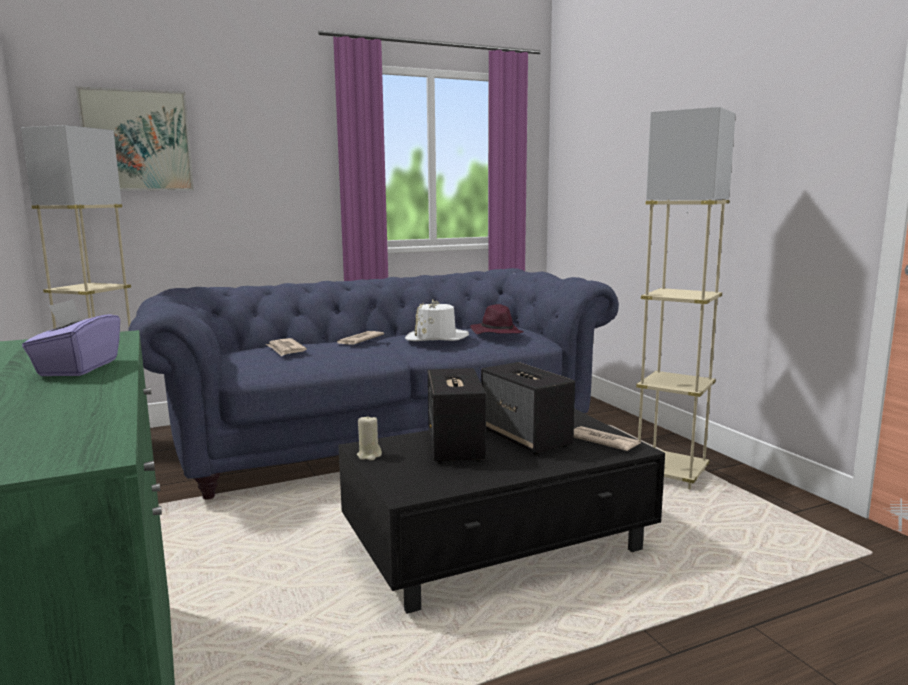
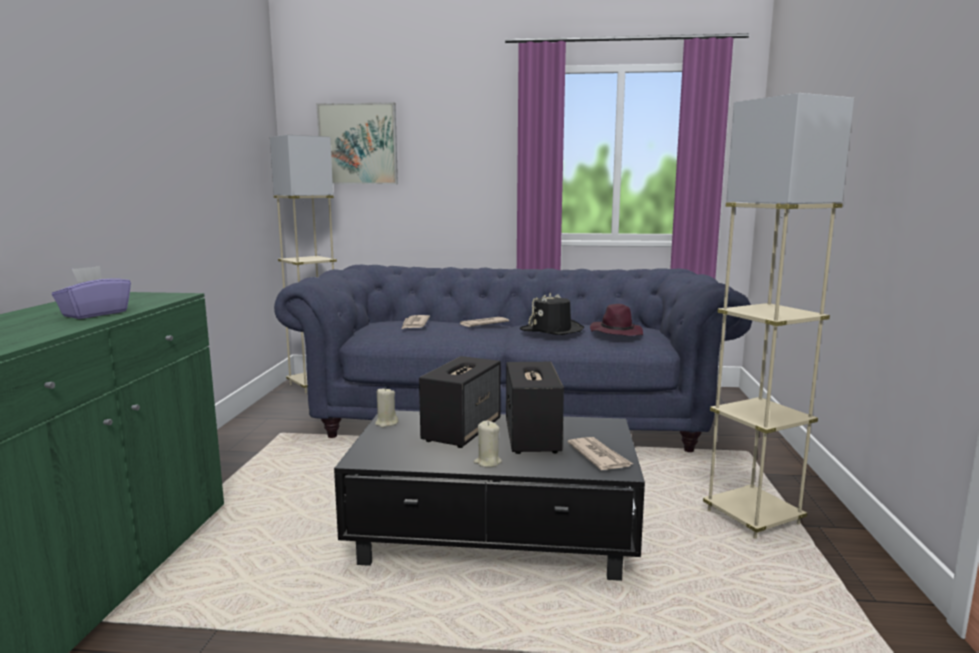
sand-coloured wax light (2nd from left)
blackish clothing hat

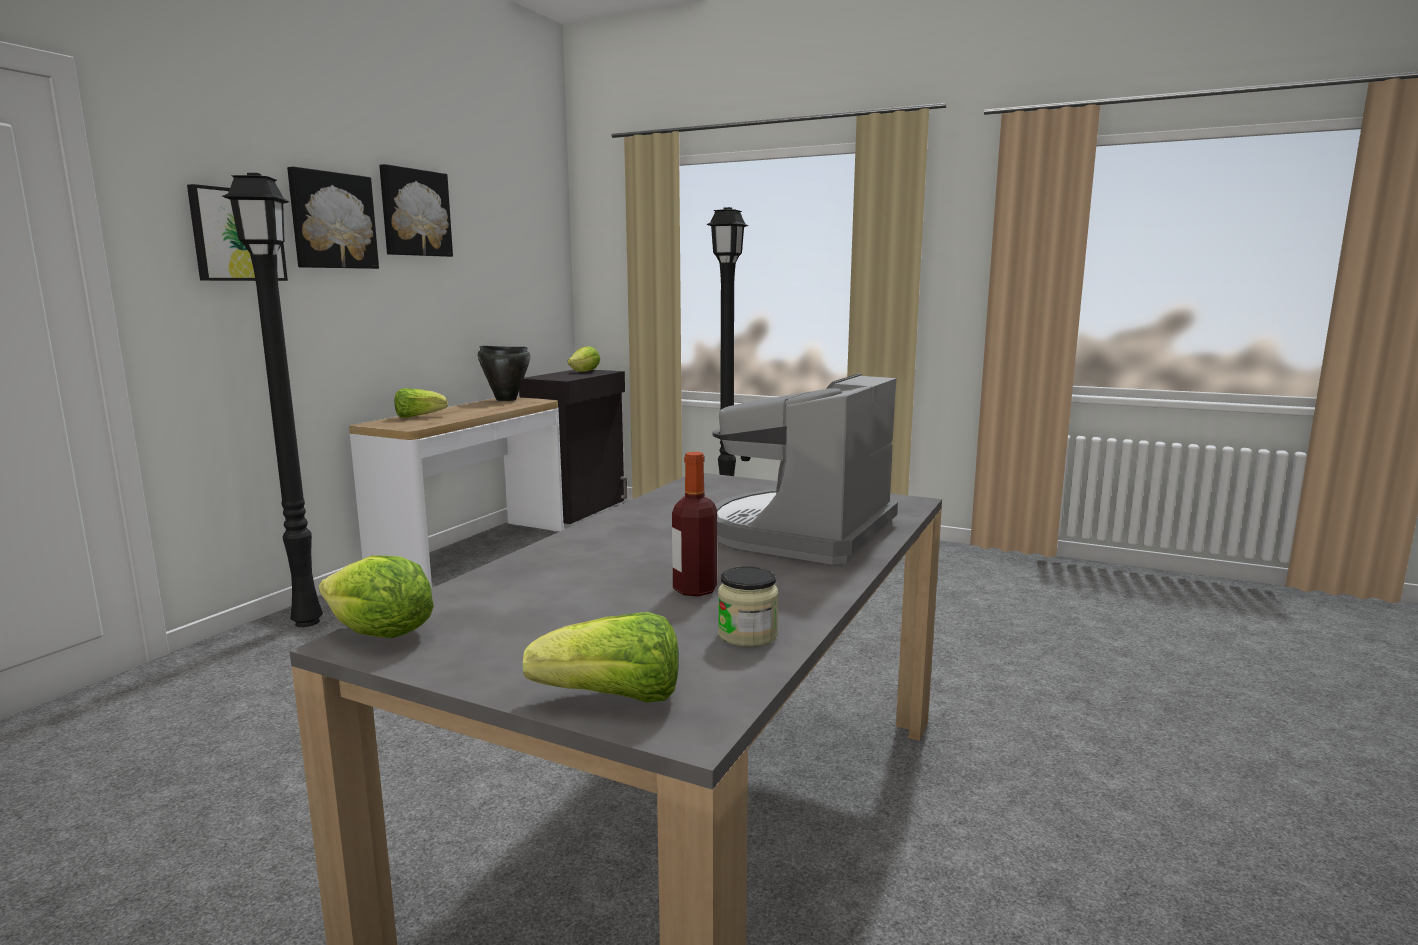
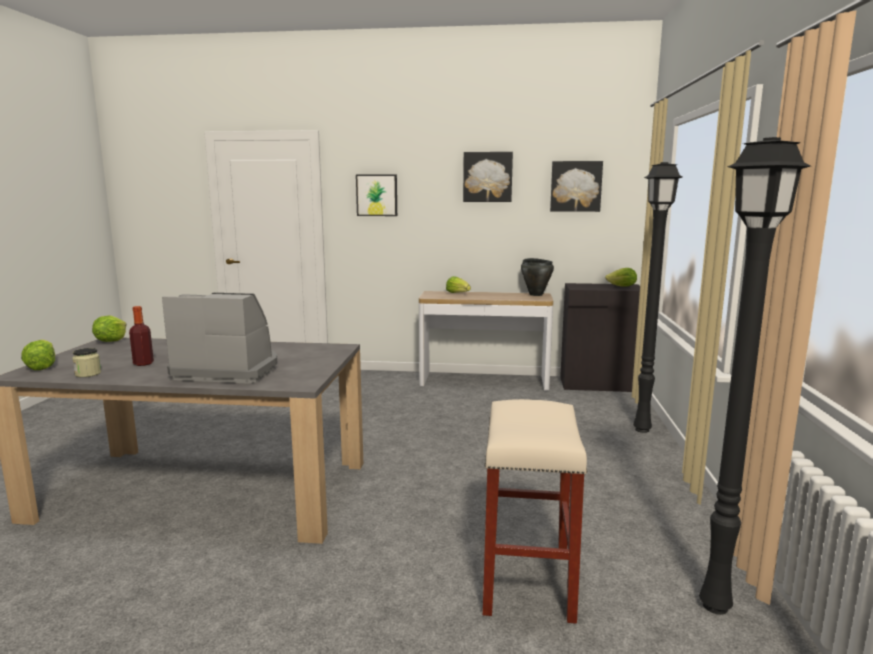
sand-coloured stool
picture (3rd from left)
blackish standard lamp (2nd from left)

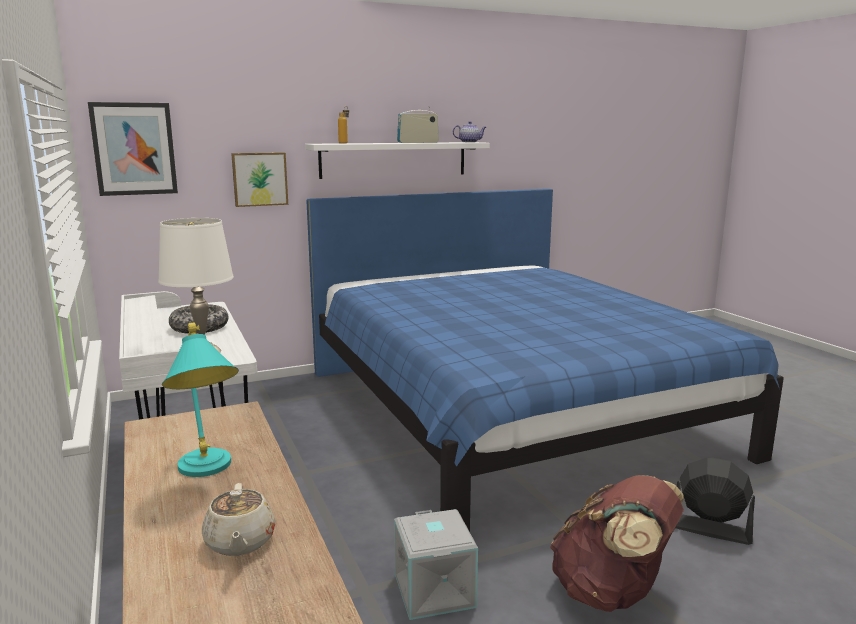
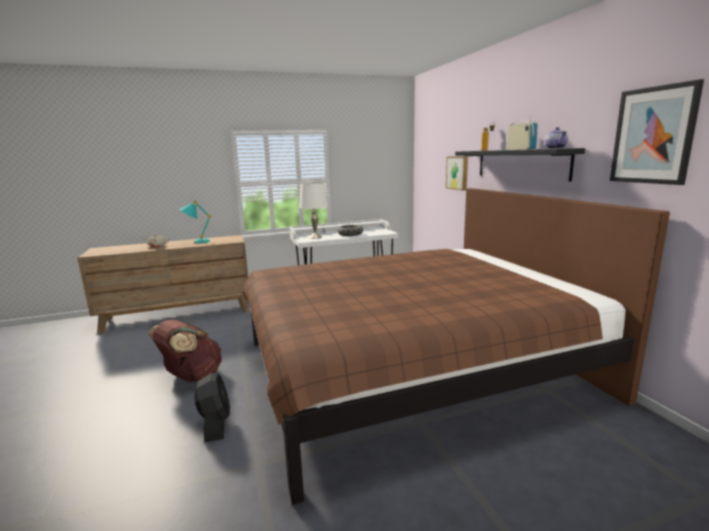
blackish electric fan
brownish sleeping bed
blackish bracket shelf
picture (2nd from left)
gray storage box

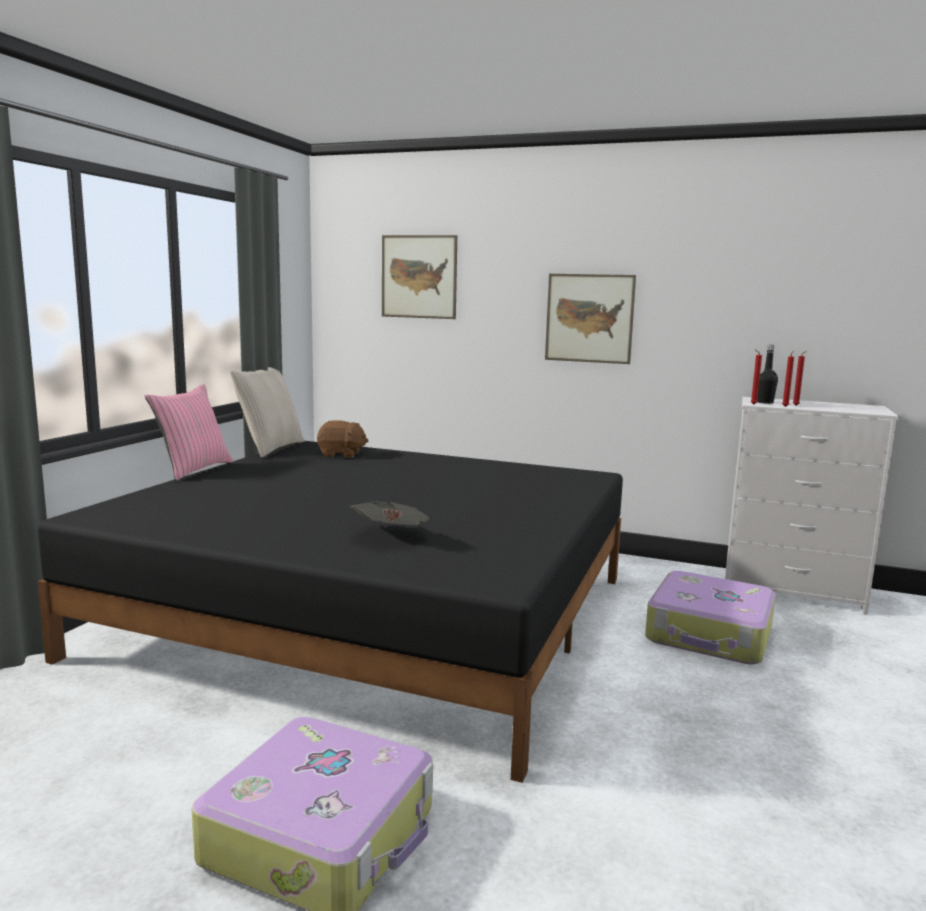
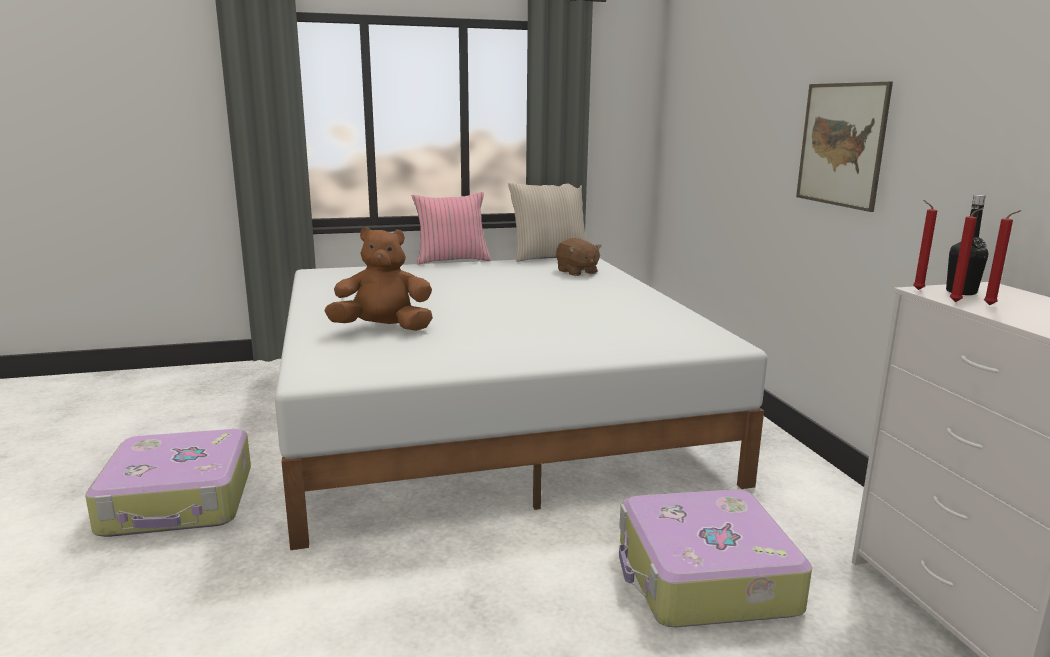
white sleeping bed
brownish soft toy (1st from left)
picture (1st from left in the first image)

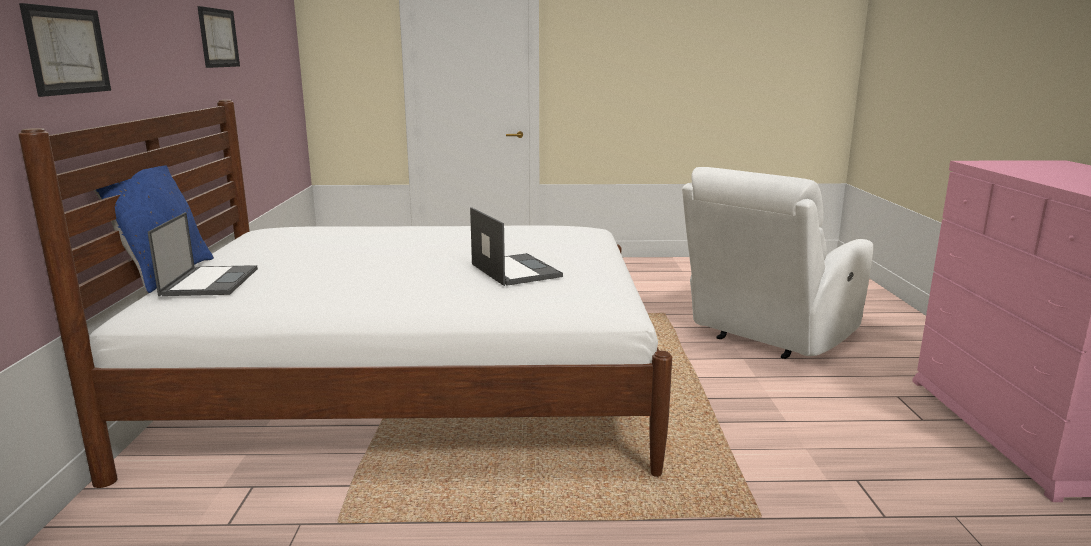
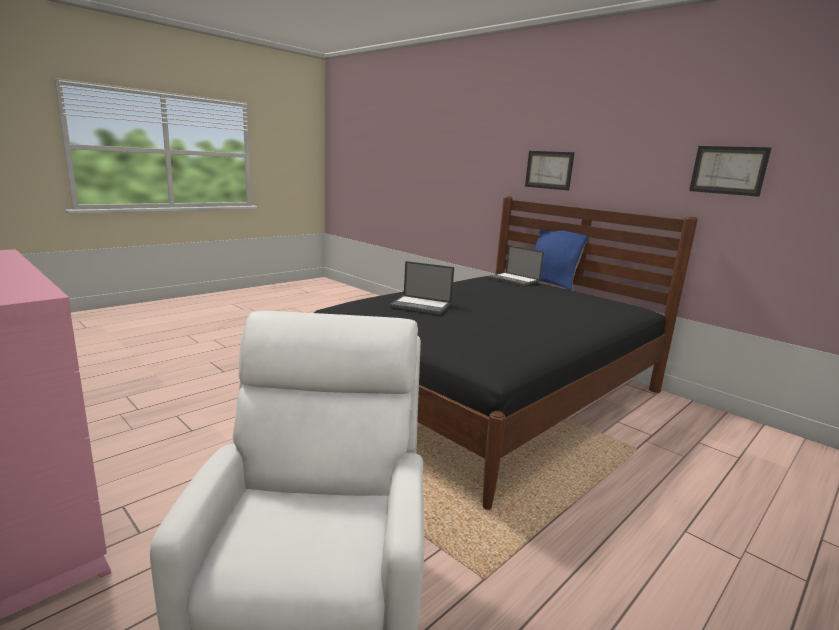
blackish sleeping bed

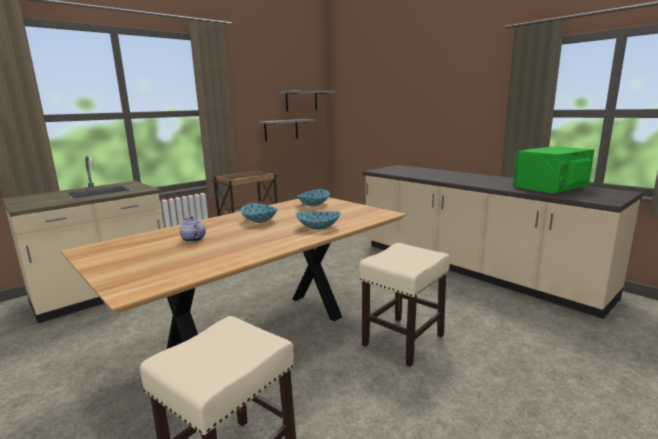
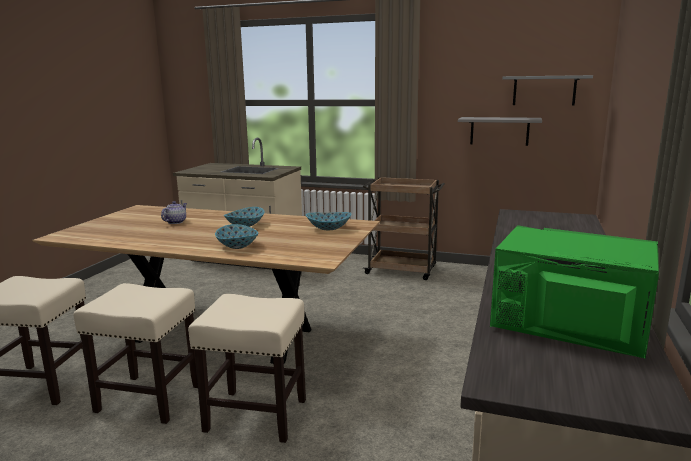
sand-coloured stool (2nd from left)

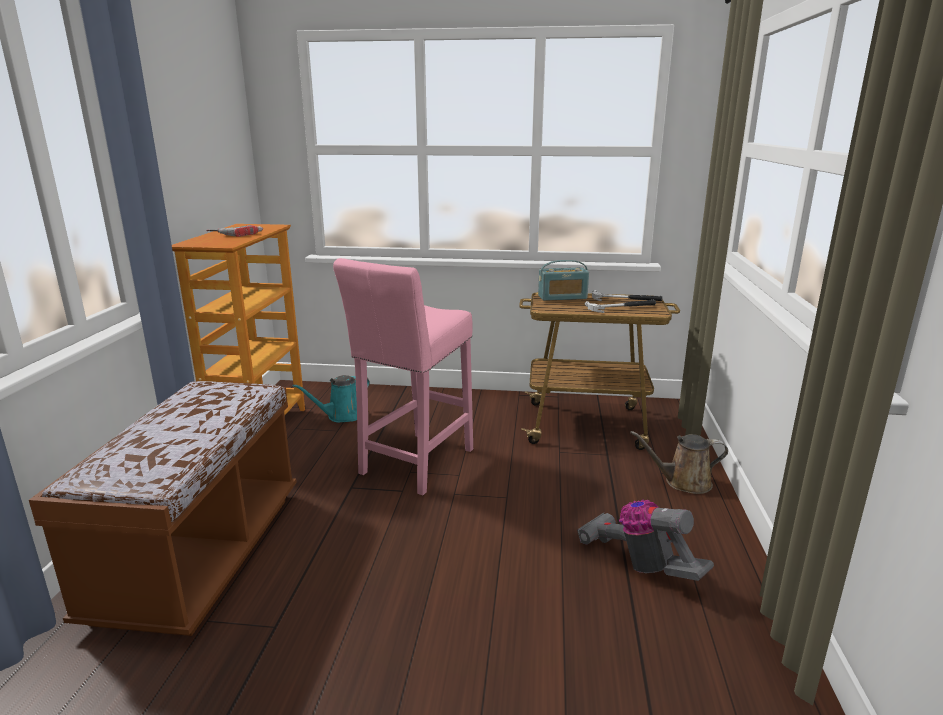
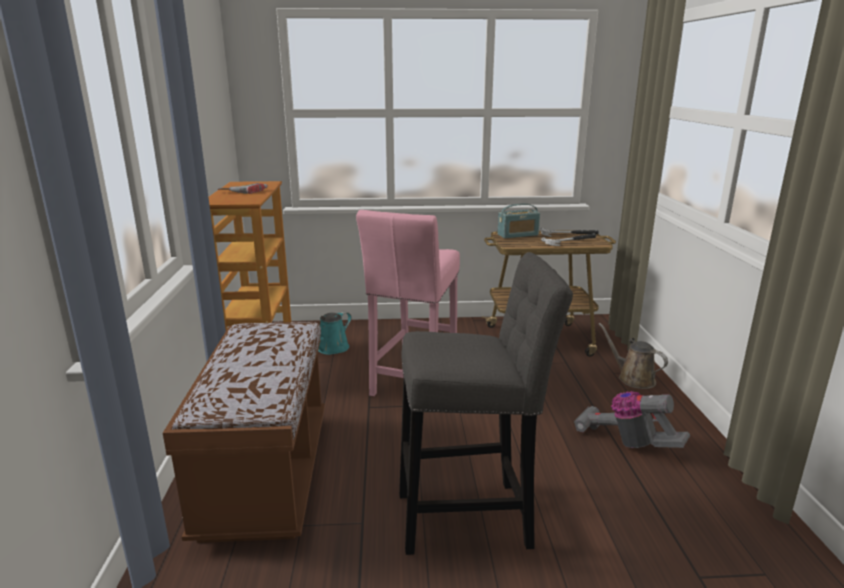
gray stool
brownish watering pot

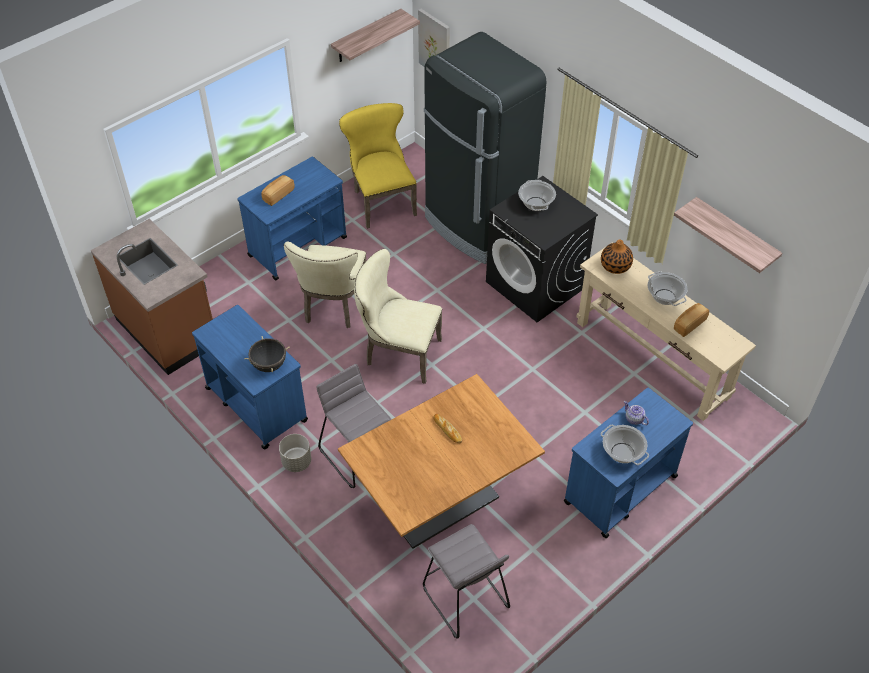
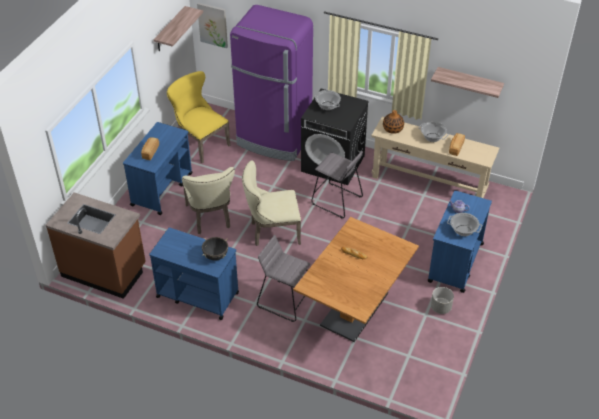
purple fridge
gray stool (2nd from left)
gray planter

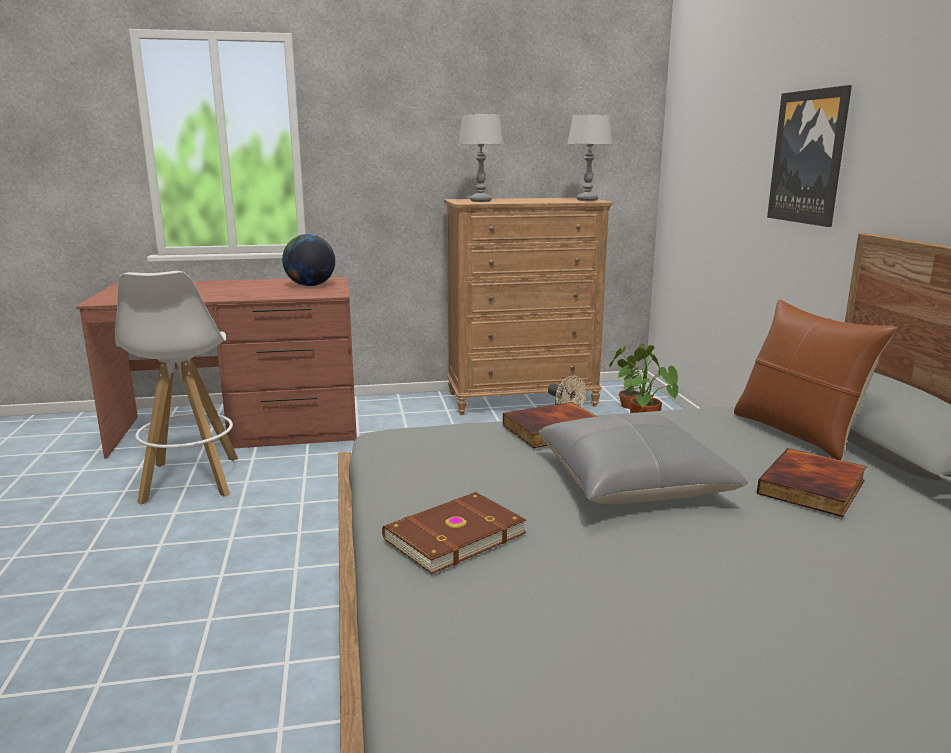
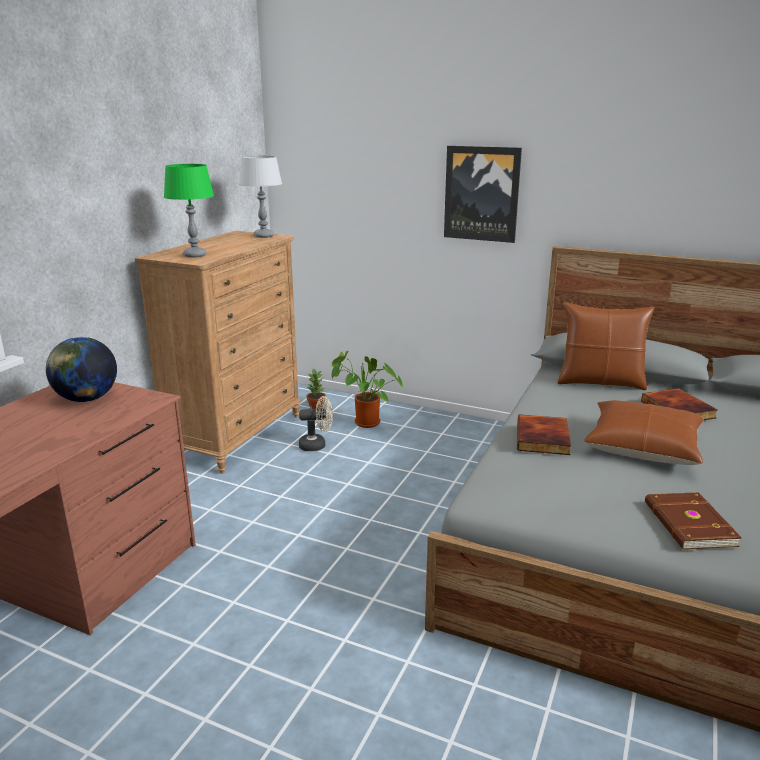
green tabletop lamp
brownish throw pillow (2nd from left)
white stool

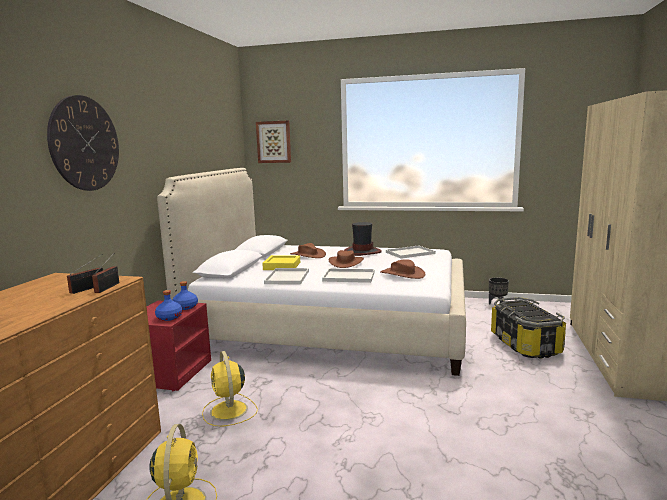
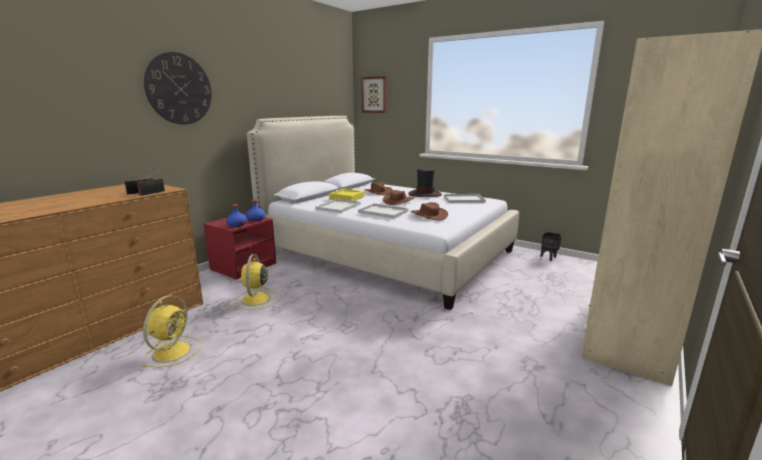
storage box

